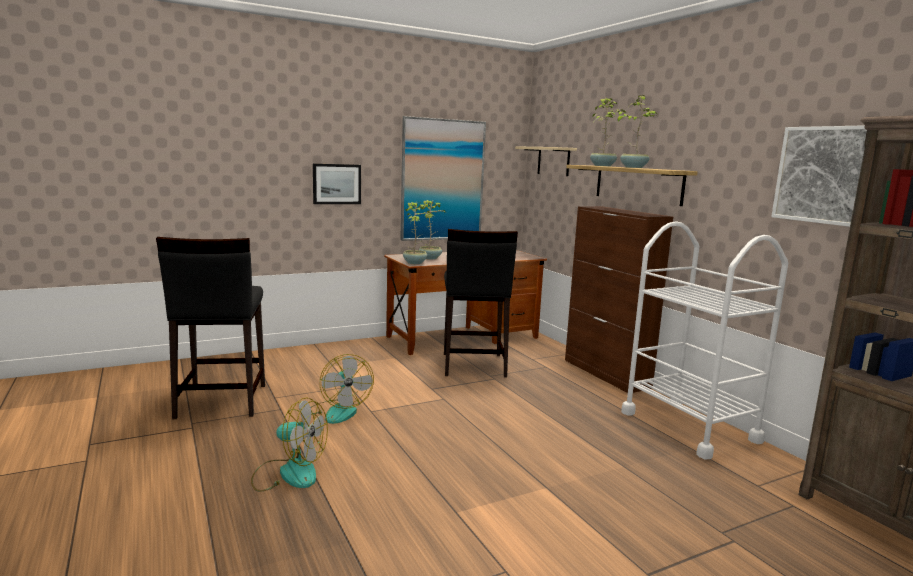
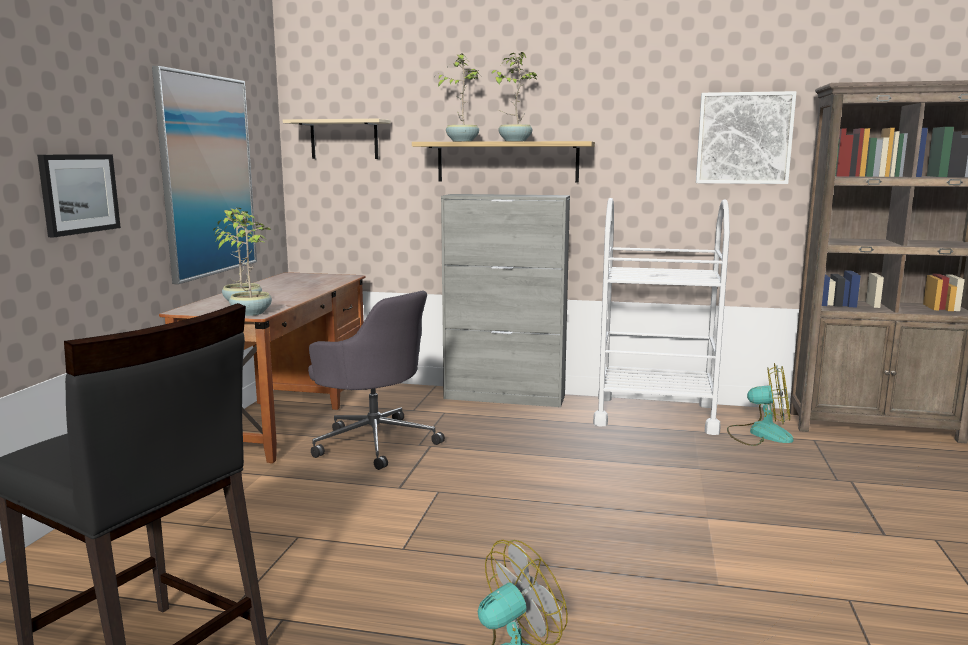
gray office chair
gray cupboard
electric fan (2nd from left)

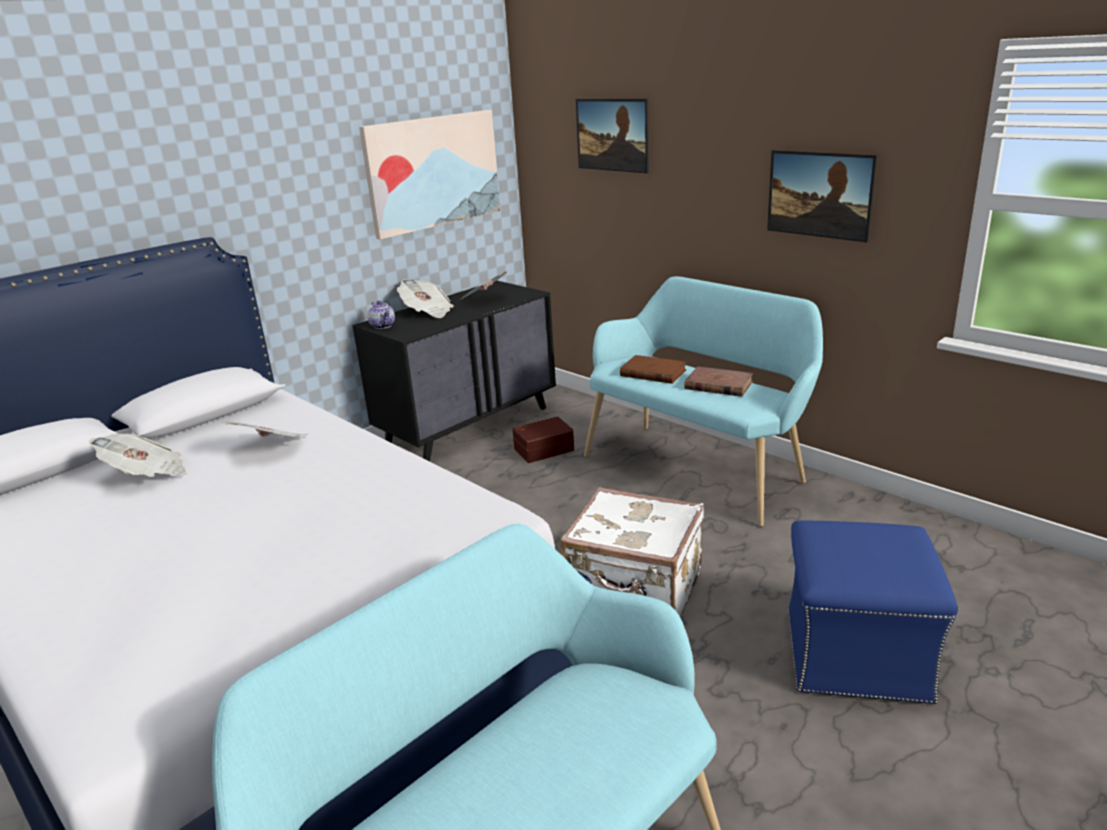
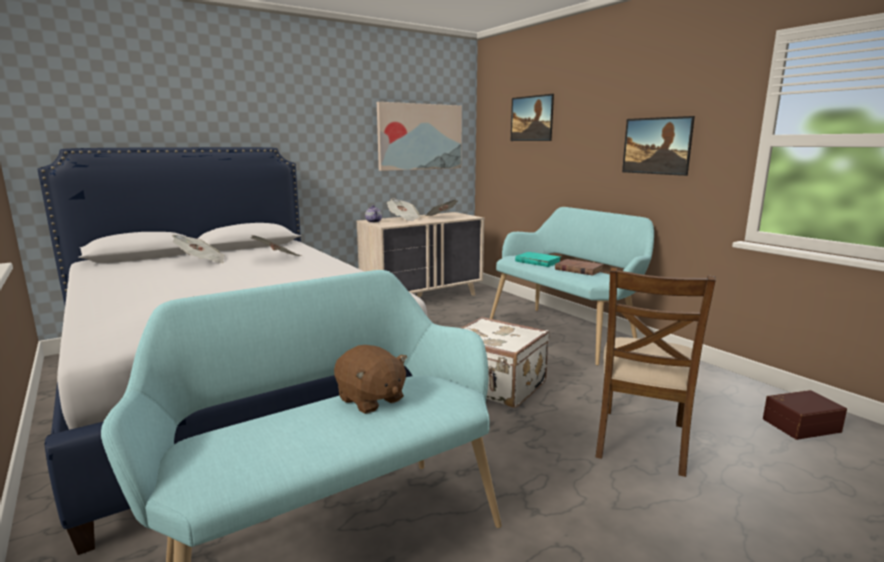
brownish soft toy
sand-coloured dresser
turquoise bound book
brownish plain chair
brownish storage box

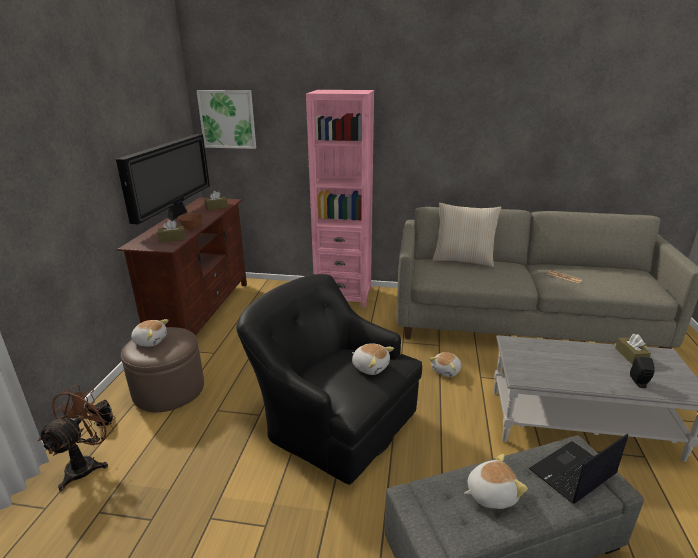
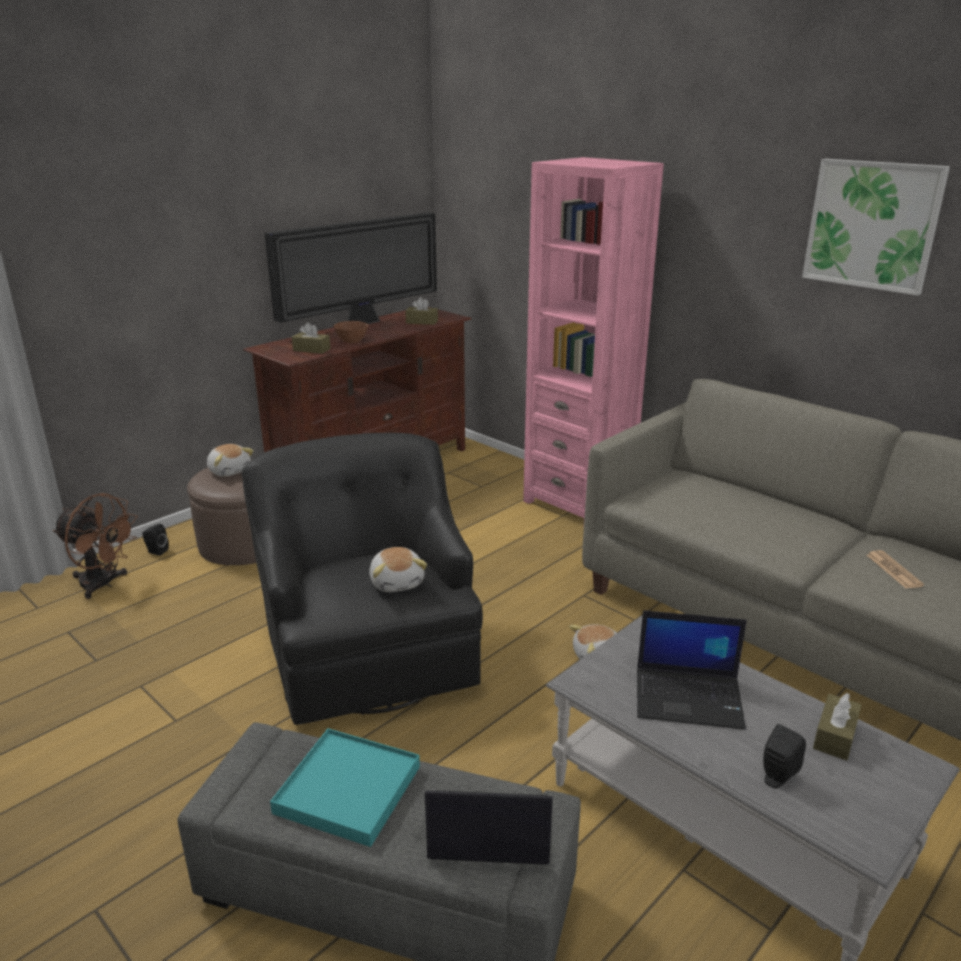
brownish electric fan
turquoise tray
portable computer (2nd from left)
picture
sand-coloured throw pillow

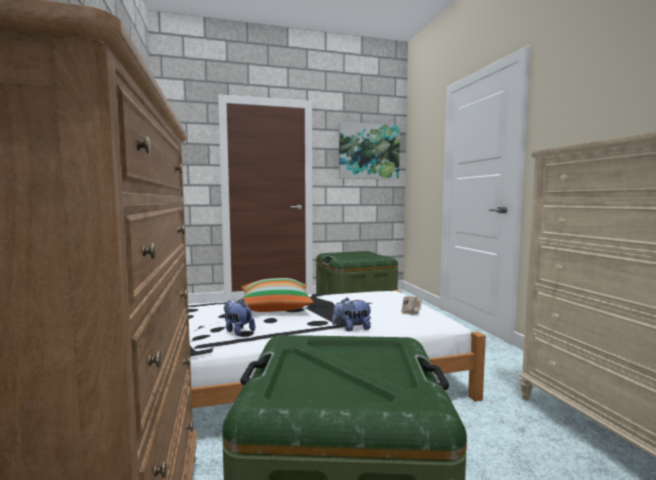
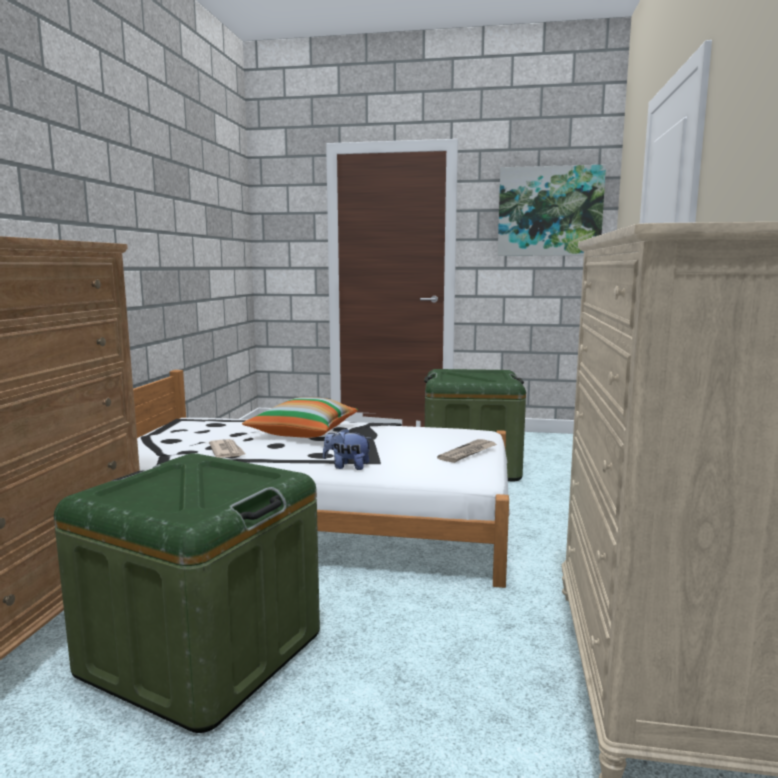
daily paper (1st from left)

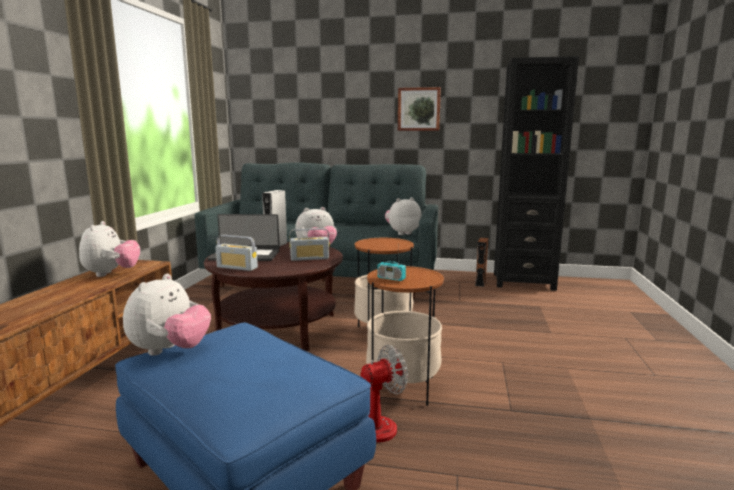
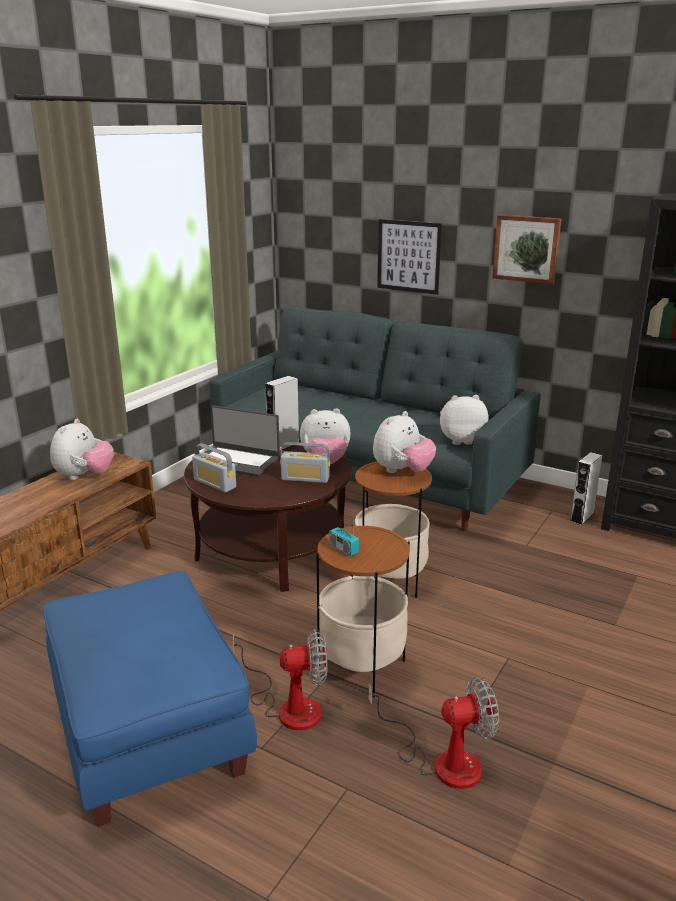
electric fan (2nd from left)
soft toy (3rd from left)
picture (1st from left)
gray audio speaker (2nd from left)

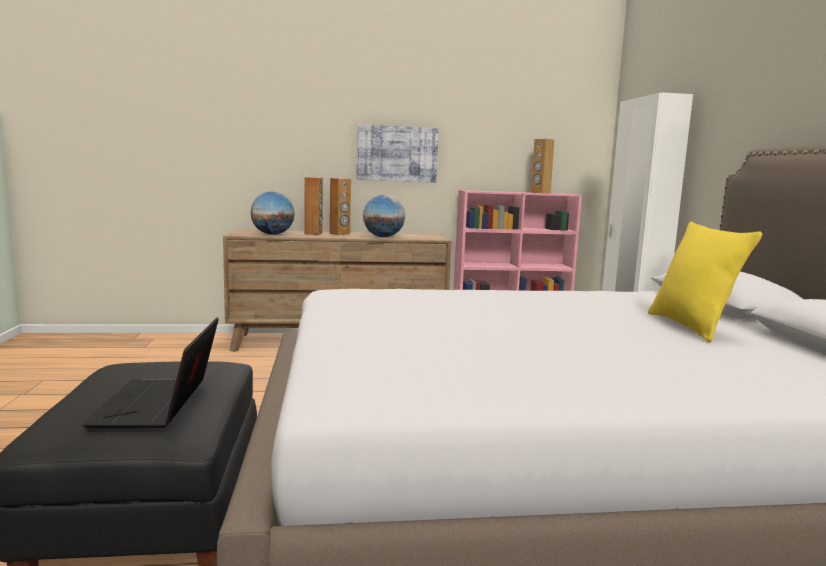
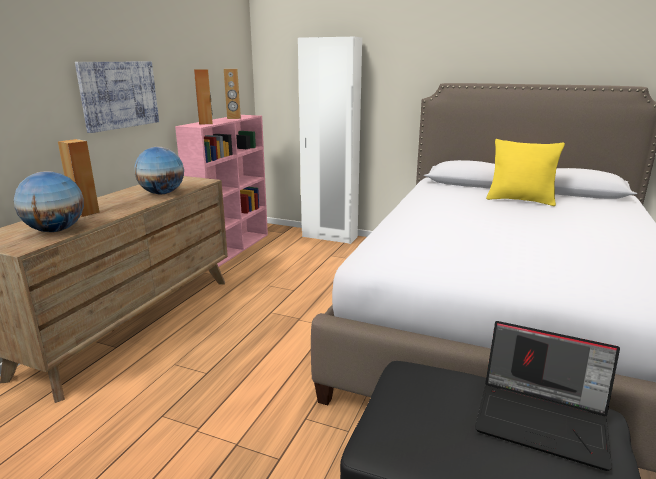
brownish audio speaker (2nd from left)

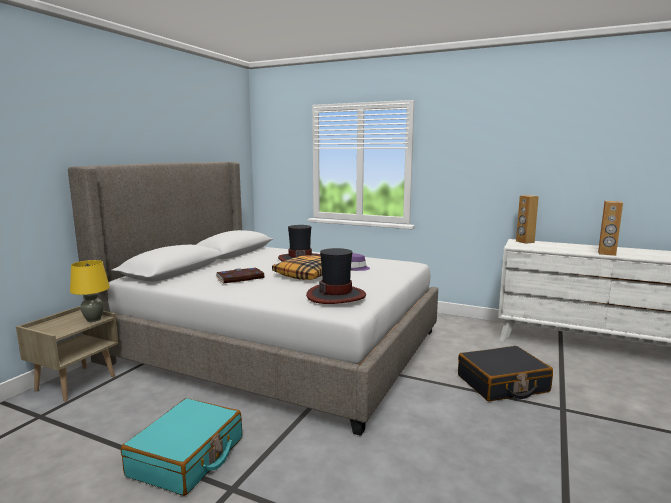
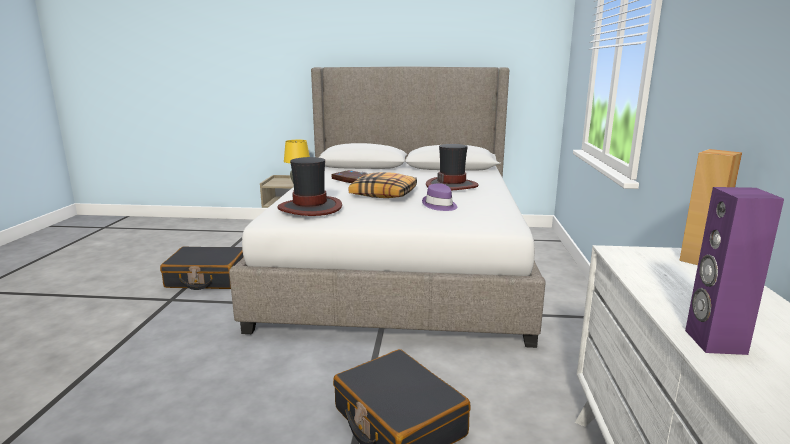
blackish travel case (1st from left)
purple audio speaker

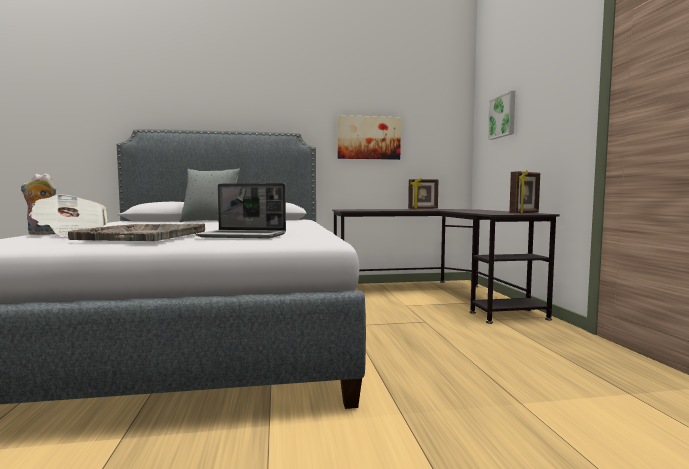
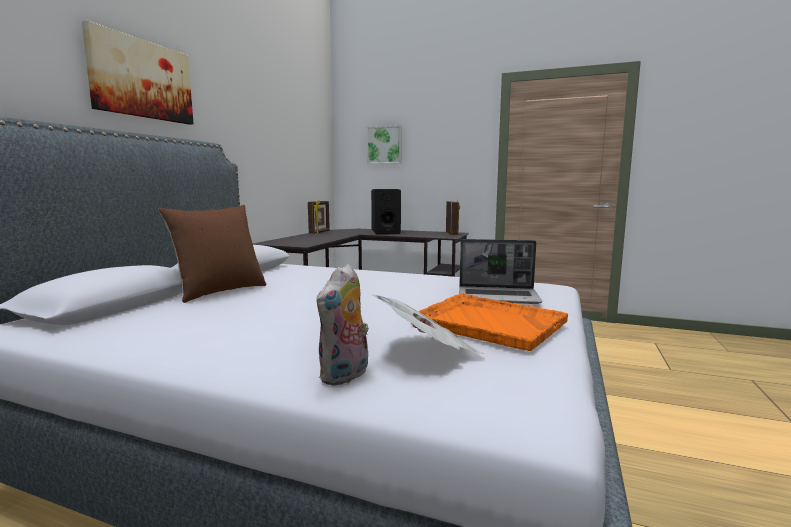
picture (1st from left)
brownish throw pillow
blackish audio speaker
orange-coloured tray
portable computer

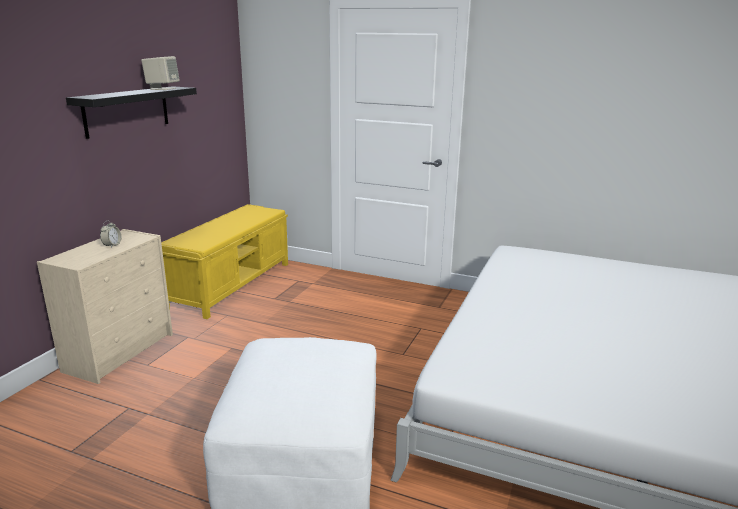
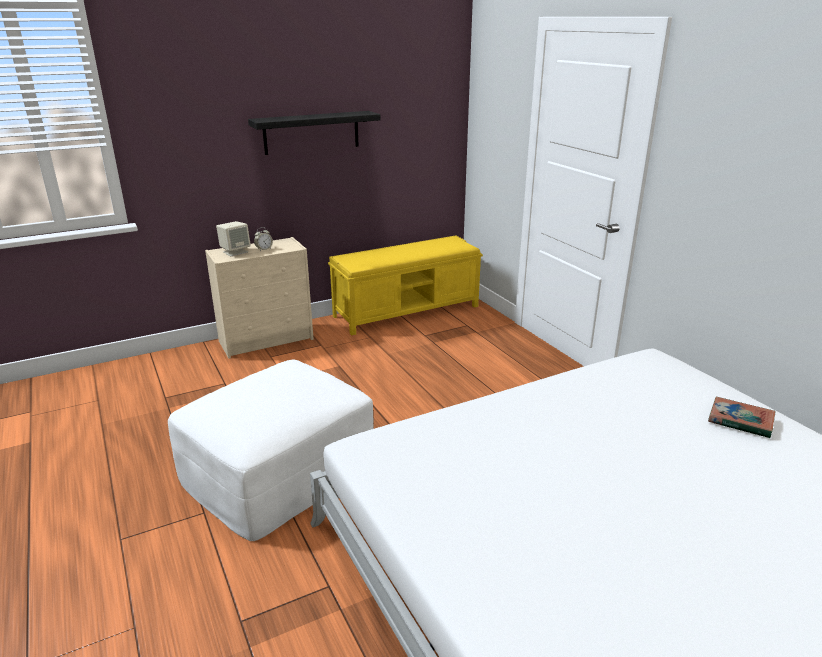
sand-coloured audio speaker
bound book

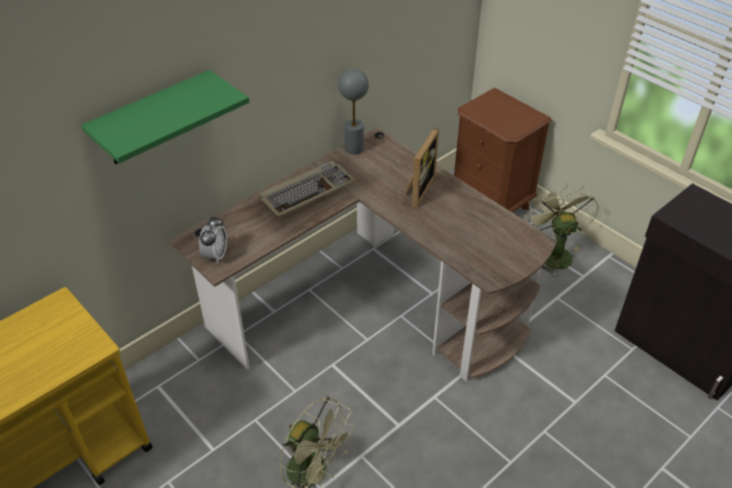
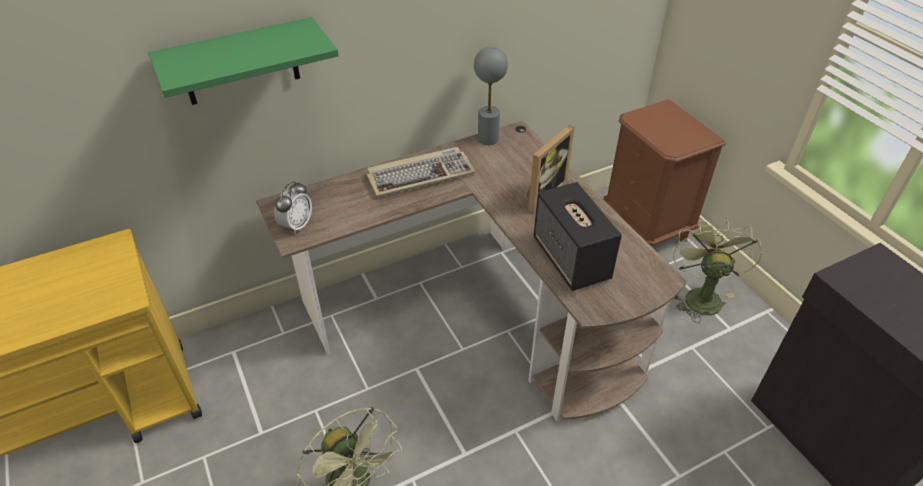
audio speaker

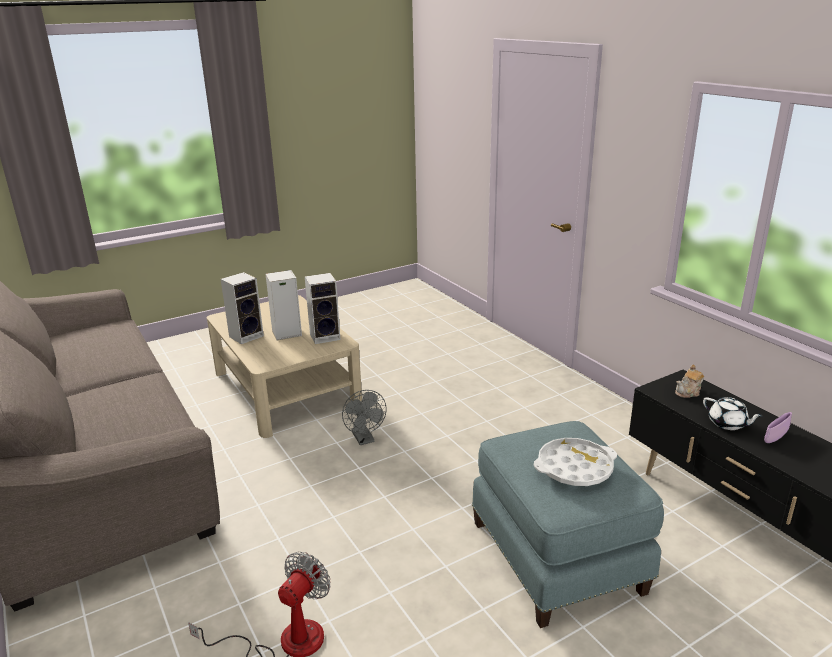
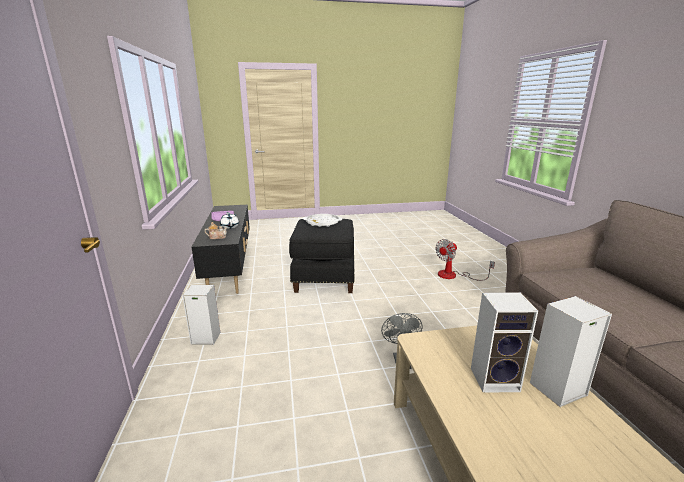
audio speaker (1st from left)
blackish ottoman

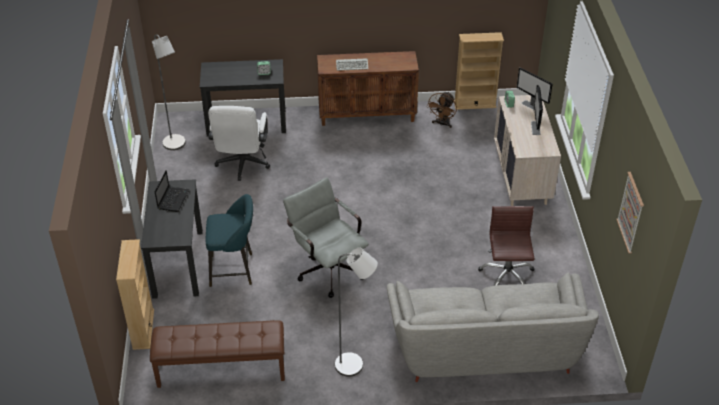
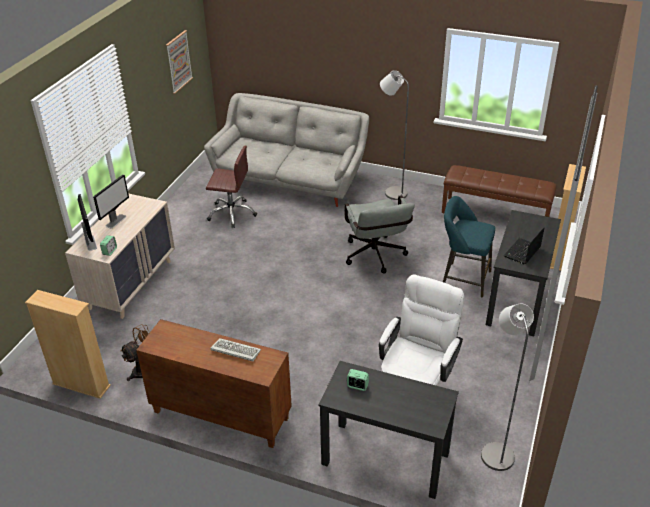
brownish office chair

